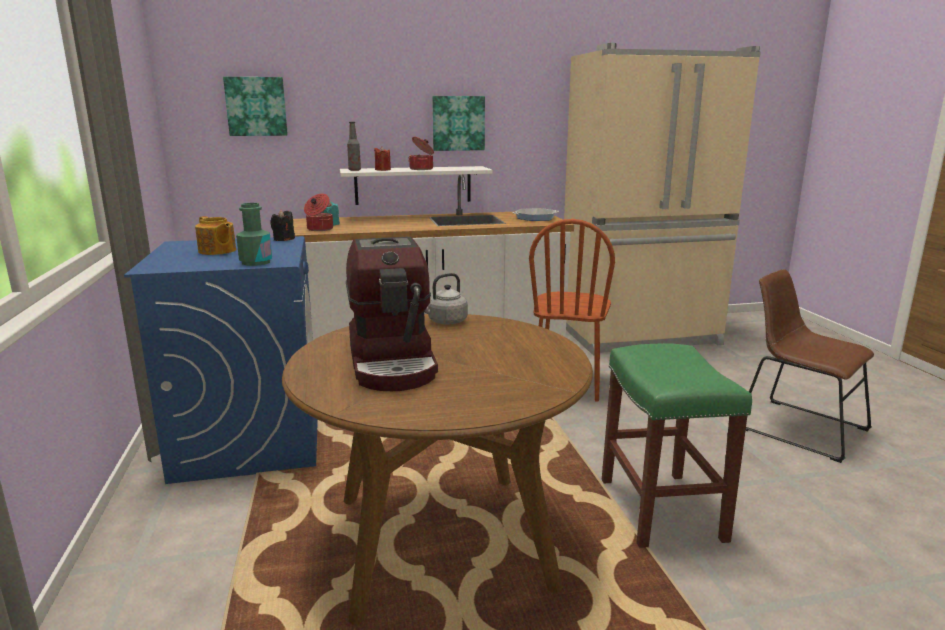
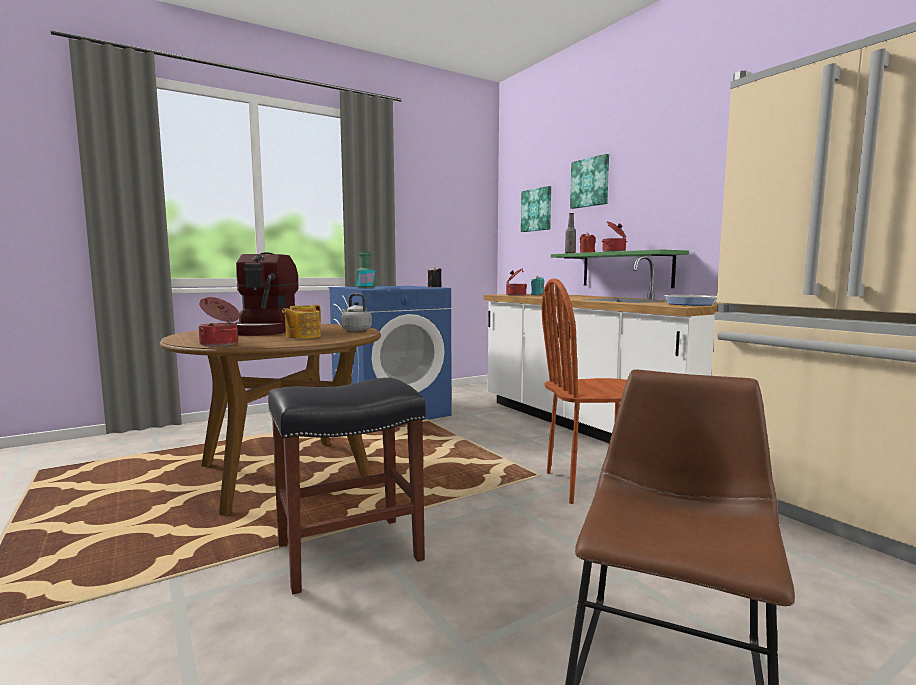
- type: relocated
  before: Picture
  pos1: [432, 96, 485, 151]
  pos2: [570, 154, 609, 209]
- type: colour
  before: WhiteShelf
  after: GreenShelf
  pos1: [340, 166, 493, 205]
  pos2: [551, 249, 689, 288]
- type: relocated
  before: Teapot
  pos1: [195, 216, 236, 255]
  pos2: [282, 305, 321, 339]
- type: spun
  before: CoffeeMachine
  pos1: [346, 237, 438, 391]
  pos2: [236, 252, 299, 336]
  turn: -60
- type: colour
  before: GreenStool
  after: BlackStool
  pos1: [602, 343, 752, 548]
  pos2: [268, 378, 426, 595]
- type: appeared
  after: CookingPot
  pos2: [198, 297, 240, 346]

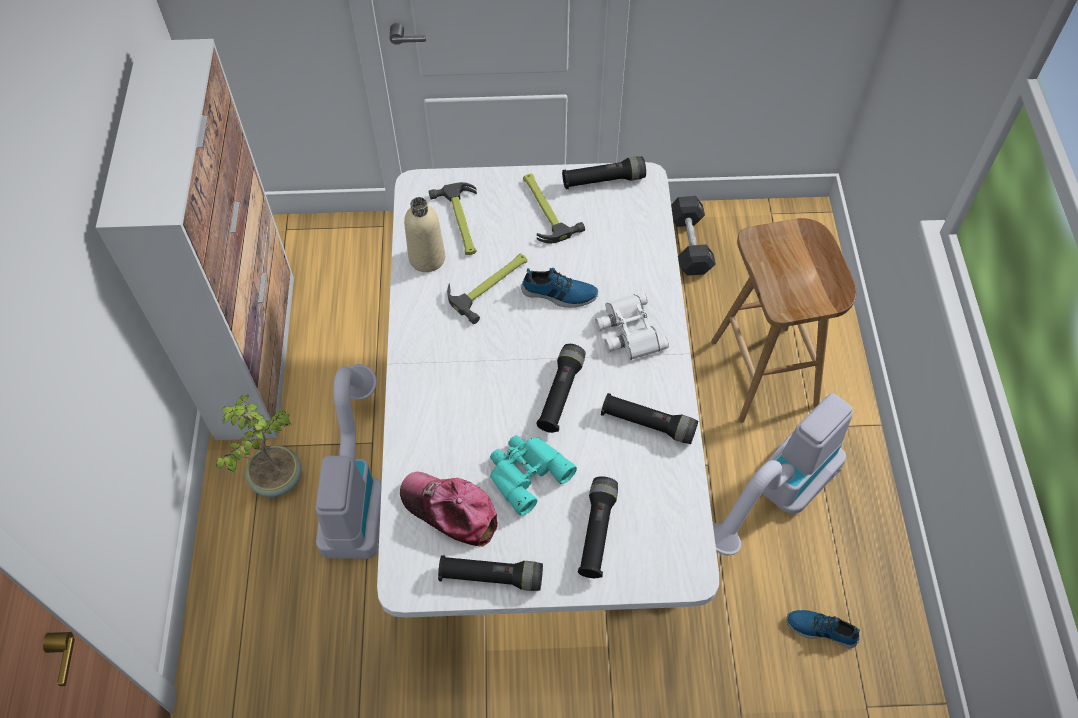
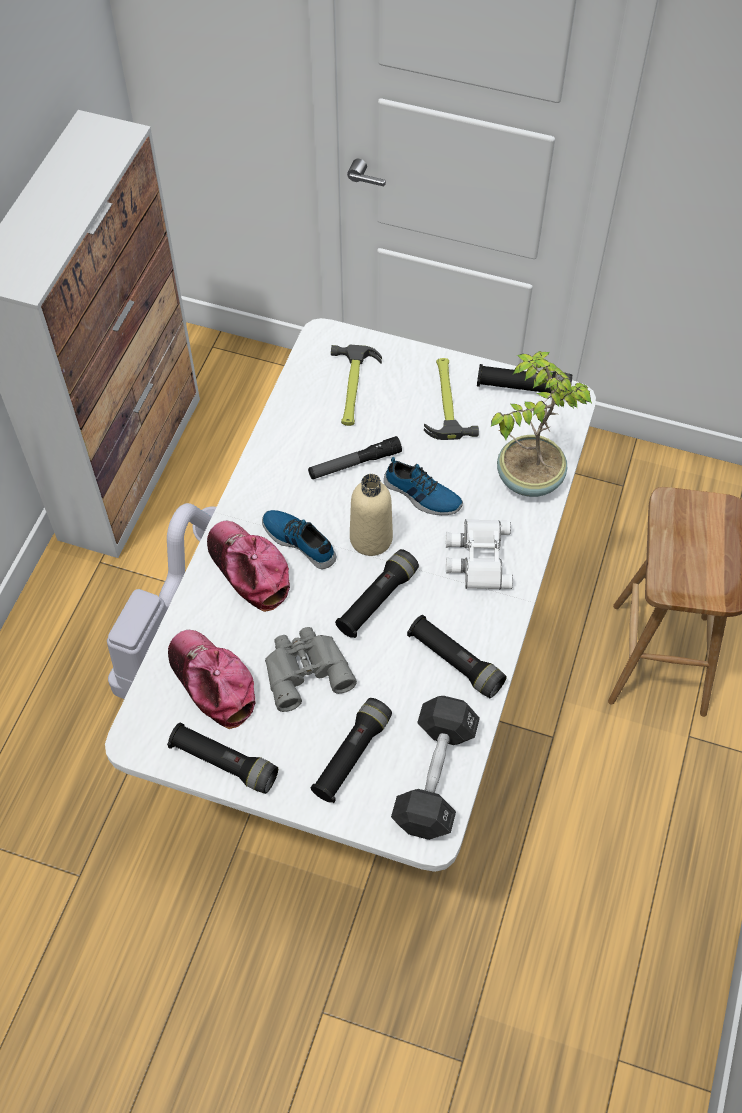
- type: relocated
  before: BlackDumbbell
  pos1: [671, 196, 716, 276]
  pos2: [391, 696, 480, 840]
- type: relocated
  before: BeigeBottle
  pos1: [404, 197, 445, 272]
  pos2: [350, 474, 393, 556]
- type: exchanged
  before: Hammer
  after: Flashlight
  pos1: [447, 254, 527, 324]
  pos2: [308, 436, 402, 479]
- type: missing
  before: VacuumCleaner
  pos1: [713, 393, 853, 555]
- type: relocated
  before: PottedPlant
  pos1: [216, 394, 301, 497]
  pos2: [491, 351, 592, 497]
- type: colour
  before: TurquoiseBinoculars
  after: GreyBinoculars
  pos1: [490, 435, 577, 516]
  pos2: [265, 627, 357, 712]
- type: relocated
  before: Shoe
  pos1: [786, 610, 860, 649]
  pos2: [262, 510, 336, 569]
- type: appeared
  after: Cap
  pos2: [207, 521, 290, 612]

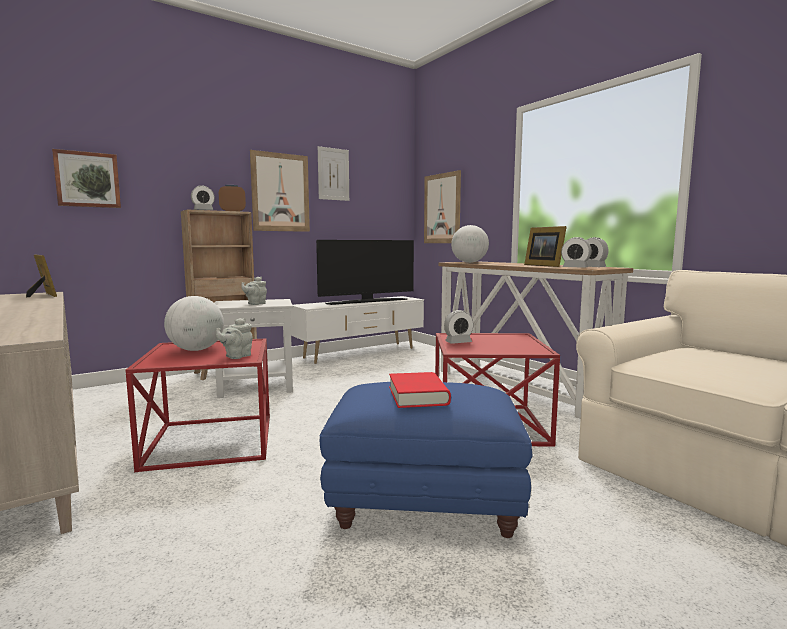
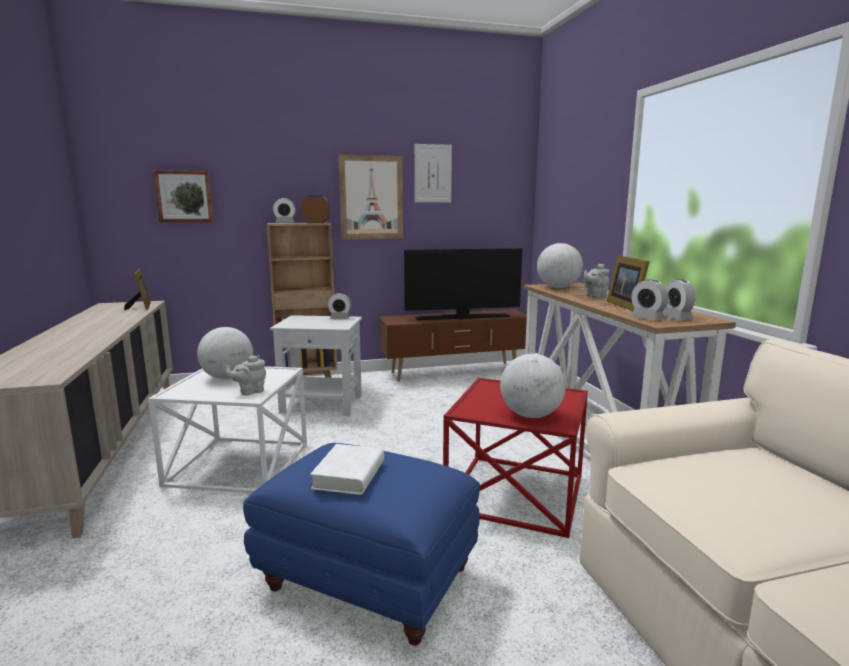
- type: missing
  before: Picture
  pos1: [424, 170, 461, 243]
- type: relocated
  before: GreyTeapot
  pos1: [242, 277, 267, 305]
  pos2: [584, 264, 609, 298]
- type: colour
  before: WhiteTvStand
  after: BrownTvStand
  pos1: [290, 296, 424, 364]
  pos2: [379, 309, 527, 381]
- type: relocated
  before: AlarmClock
  pos1: [444, 310, 474, 344]
  pos2: [328, 293, 351, 319]
- type: colour
  before: RedSideTable
  after: WhiteSideTable
  pos1: [126, 338, 270, 472]
  pos2: [148, 366, 307, 493]
- type: colour
  before: RedBook
  after: WhiteBook
  pos1: [389, 372, 451, 408]
  pos2: [310, 444, 384, 495]
- type: appeared
  after: Globe
  pos2: [500, 354, 566, 418]

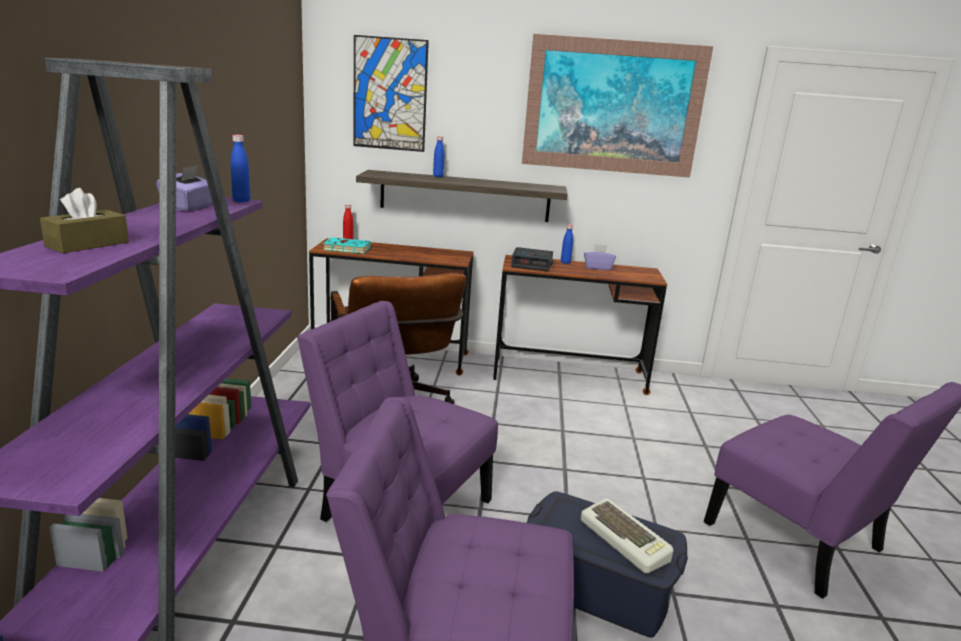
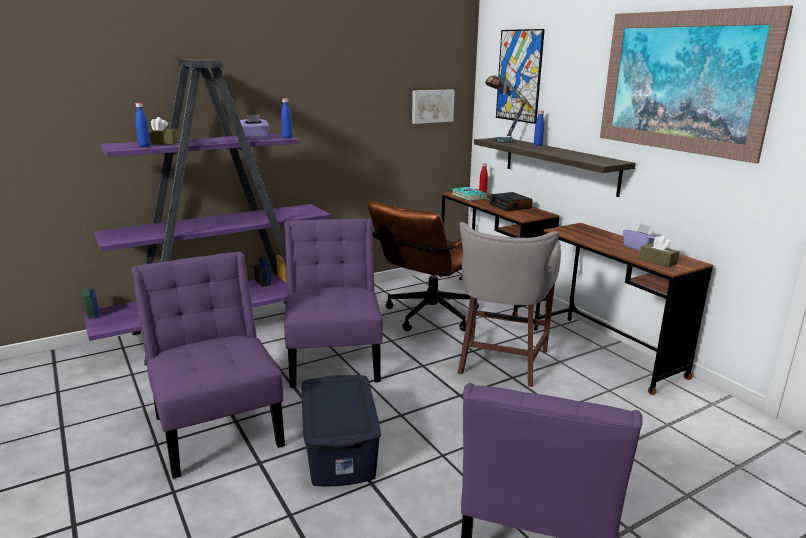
- type: relocated
  before: BlueBottle
  pos1: [561, 224, 573, 264]
  pos2: [135, 103, 150, 147]
- type: relocated
  before: AlarmClock
  pos1: [511, 247, 553, 272]
  pos2: [489, 192, 532, 211]
- type: missing
  before: Keyboard
  pos1: [581, 498, 674, 574]
- type: appeared
  after: TableLamp
  pos2: [485, 73, 527, 143]
- type: appeared
  after: Picture
  pos2: [412, 89, 455, 124]
- type: appeared
  after: GreyStool
  pos2: [457, 222, 561, 387]
- type: appeared
  after: BrownTissueBox
  pos2: [639, 235, 680, 268]

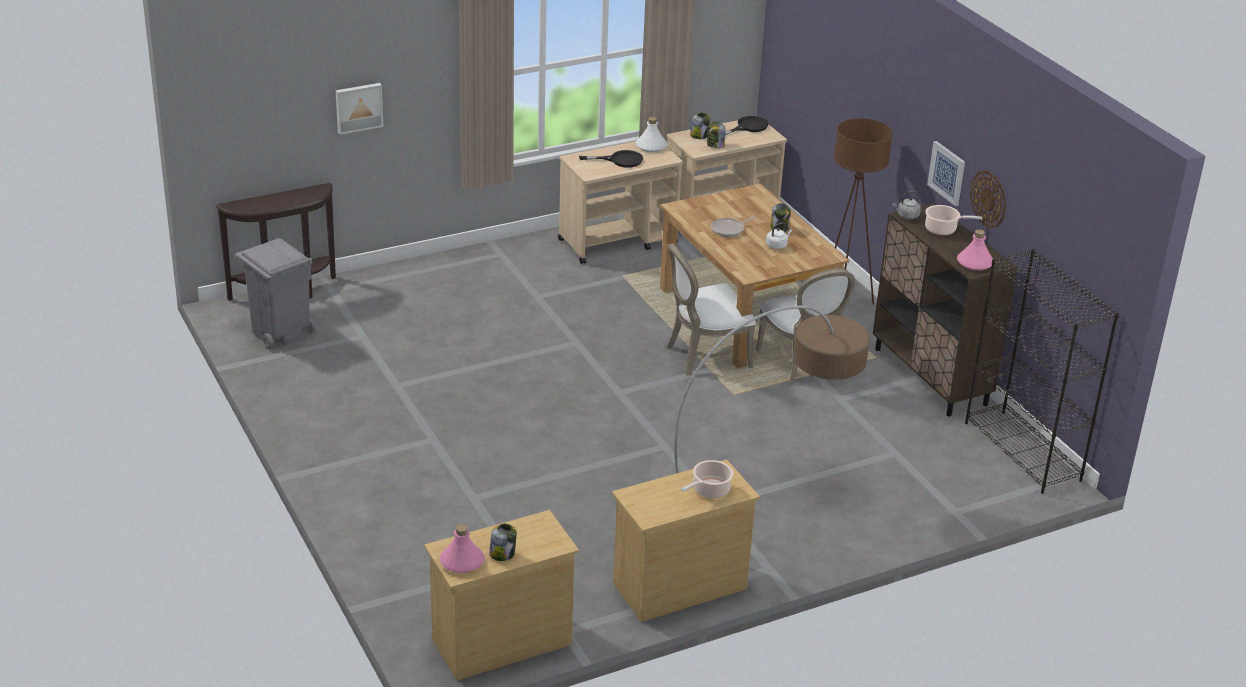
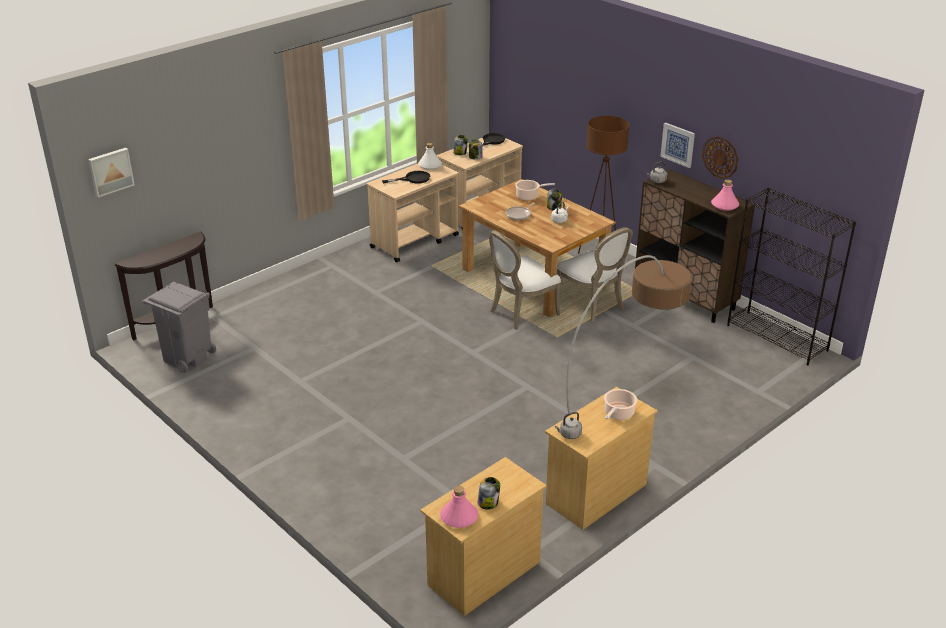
- type: relocated
  before: Picture
  pos1: [336, 83, 383, 135]
  pos2: [88, 148, 135, 197]
- type: relocated
  before: CookingPot
  pos1: [925, 205, 982, 235]
  pos2: [515, 180, 555, 201]
- type: appeared
  after: GreyKettle
  pos2: [555, 412, 582, 439]

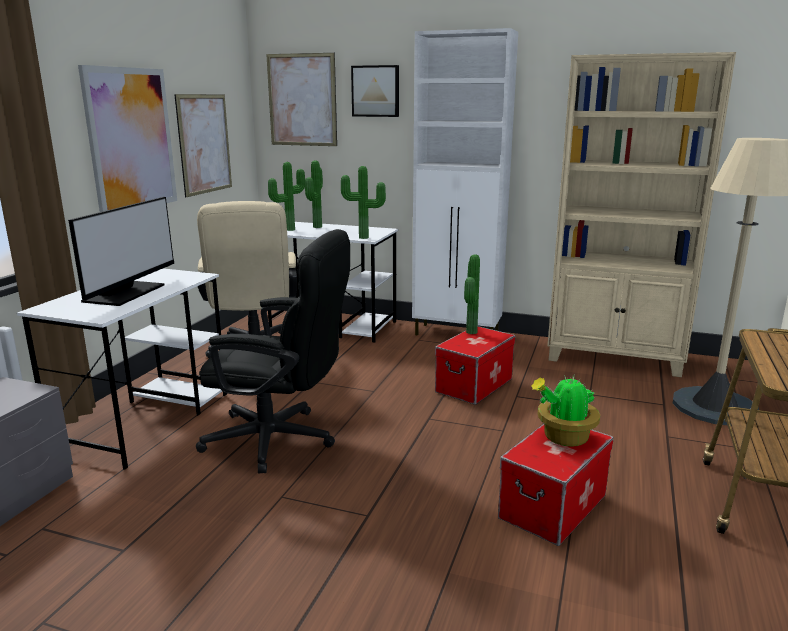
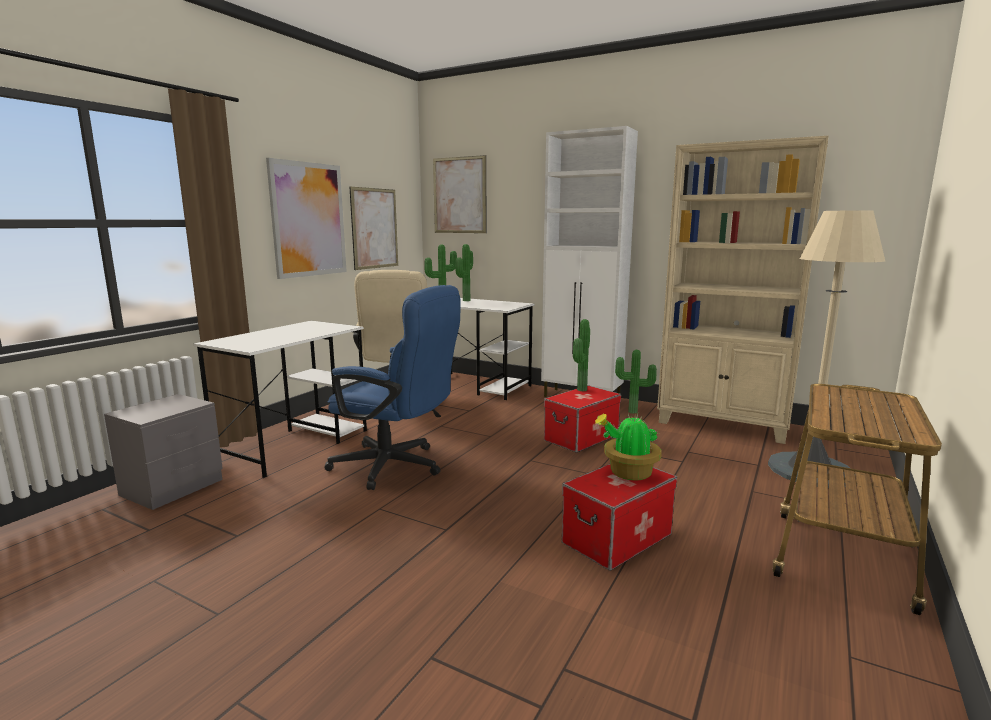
- type: missing
  before: Picture
  pos1: [351, 65, 399, 117]
- type: relocated
  before: PottedPlant
  pos1: [341, 166, 386, 239]
  pos2: [615, 350, 657, 414]
- type: missing
  before: Monitor
  pos1: [68, 197, 174, 306]
- type: colour
  before: BlackOfficeChair
  after: BlueOfficeChair
  pos1: [196, 229, 350, 473]
  pos2: [325, 285, 460, 490]

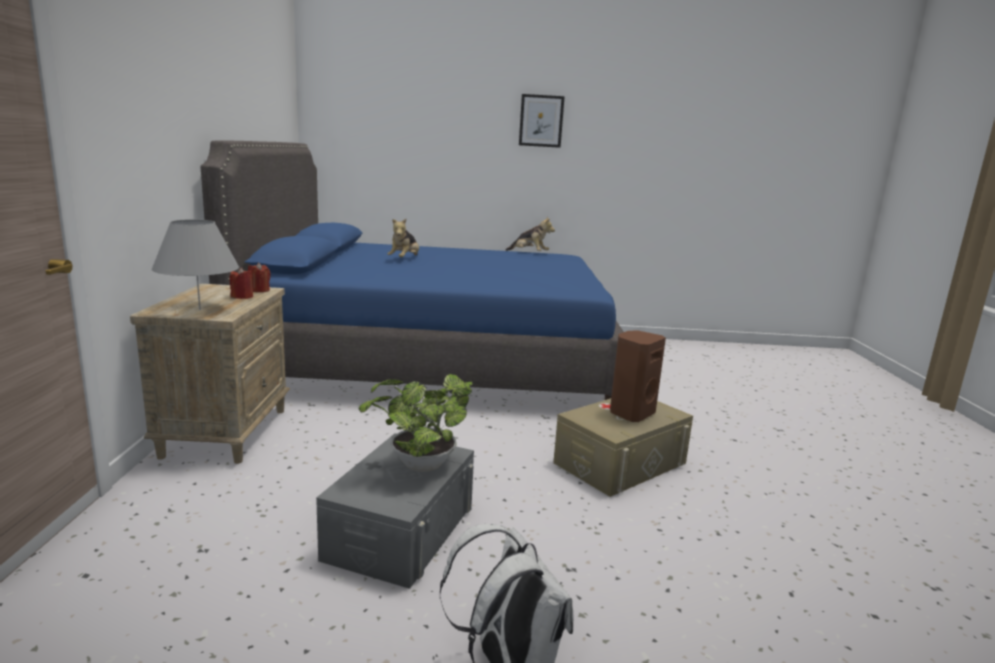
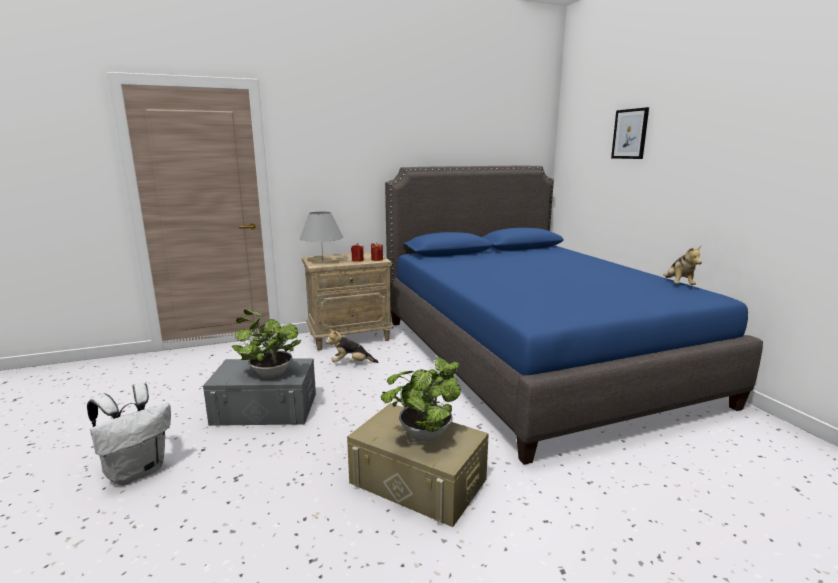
- type: relocated
  before: Picture
  pos1: [519, 94, 565, 148]
  pos2: [611, 107, 649, 159]
- type: relocated
  before: PlushToy
  pos1: [387, 219, 419, 257]
  pos2: [326, 329, 378, 363]
- type: exchanged
  before: BrownSpeaker
  after: PottedPlant
  pos1: [610, 331, 666, 422]
  pos2: [381, 357, 461, 442]

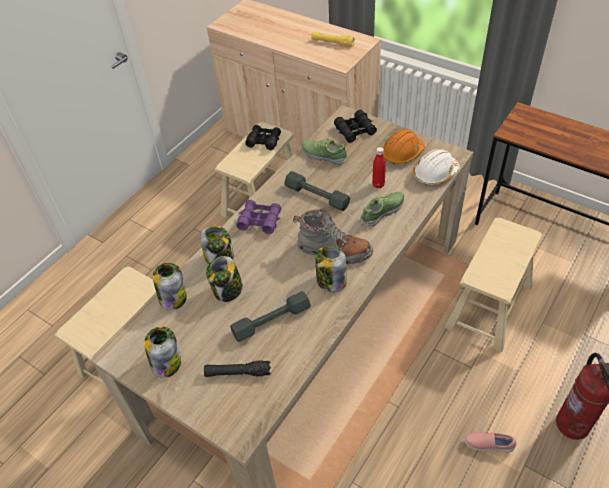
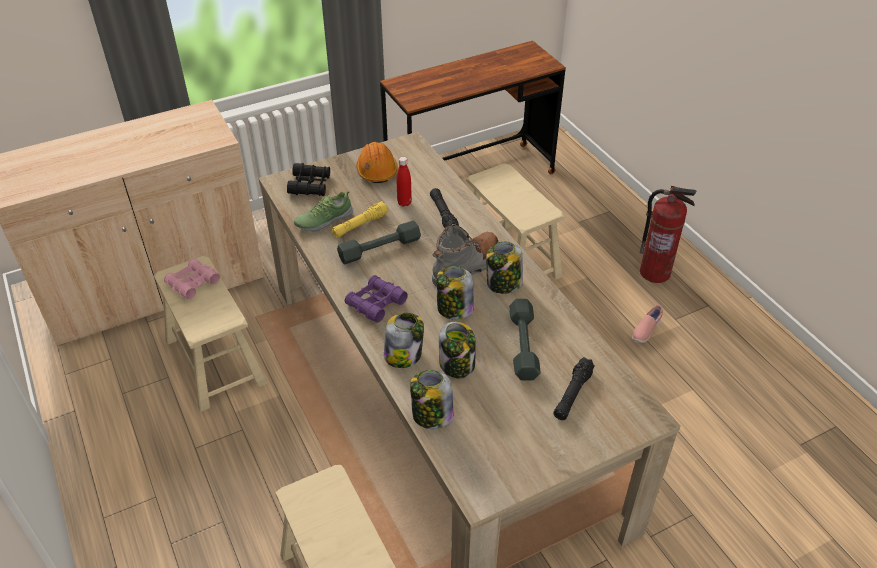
- type: relocated
  before: YellowFlashlight
  pos1: [311, 32, 355, 47]
  pos2: [332, 201, 389, 238]
- type: colour
  before: BlackBinoculars
  after: PinkBinoculars
  pos1: [245, 125, 281, 150]
  pos2: [164, 259, 220, 299]
- type: missing
  before: WhiteHardHat
  pos1: [413, 149, 460, 185]
- type: exchanged
  before: Shoe
  after: BlackFlashlight
  pos1: [360, 192, 404, 227]
  pos2: [430, 188, 459, 228]
- type: relocated
  before: Jar
  pos1: [144, 326, 181, 378]
  pos2: [436, 266, 474, 320]

